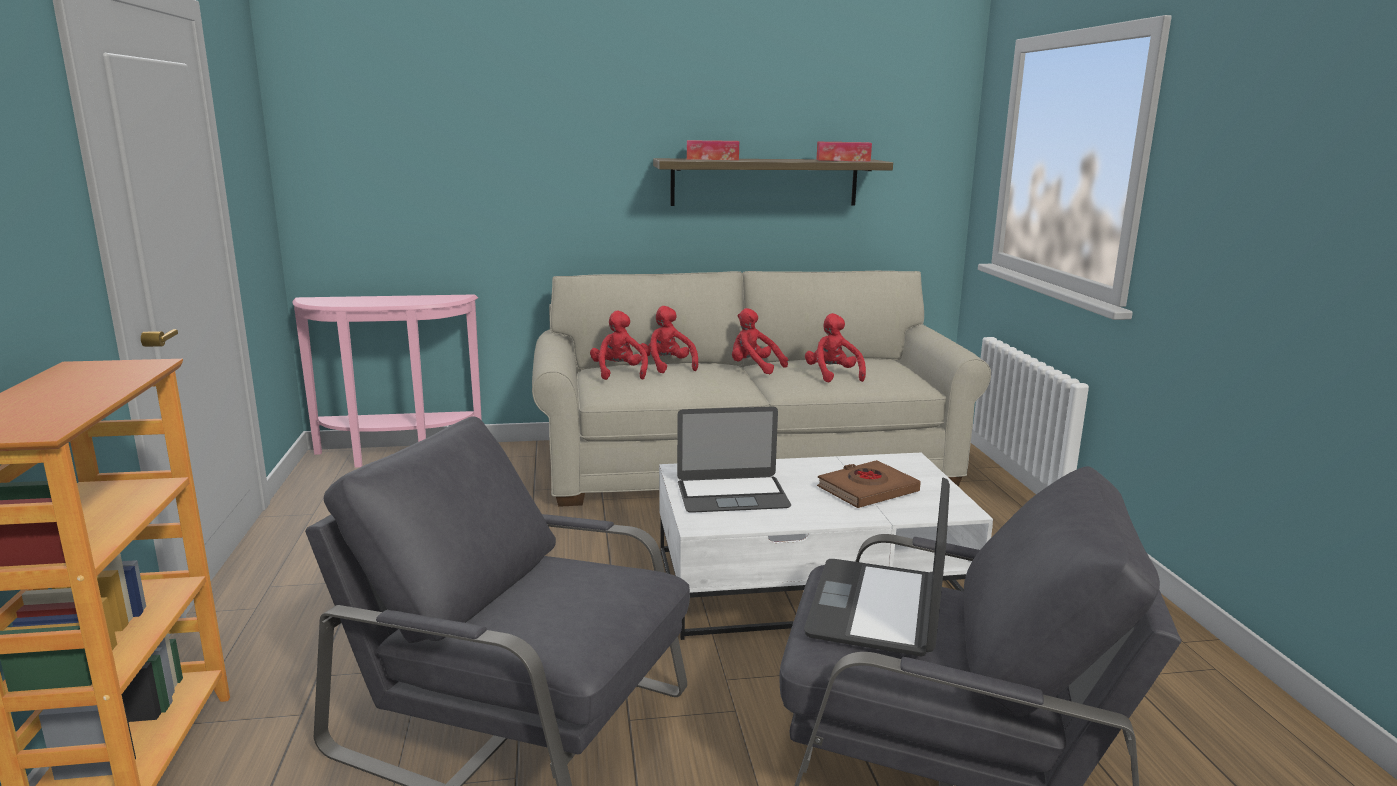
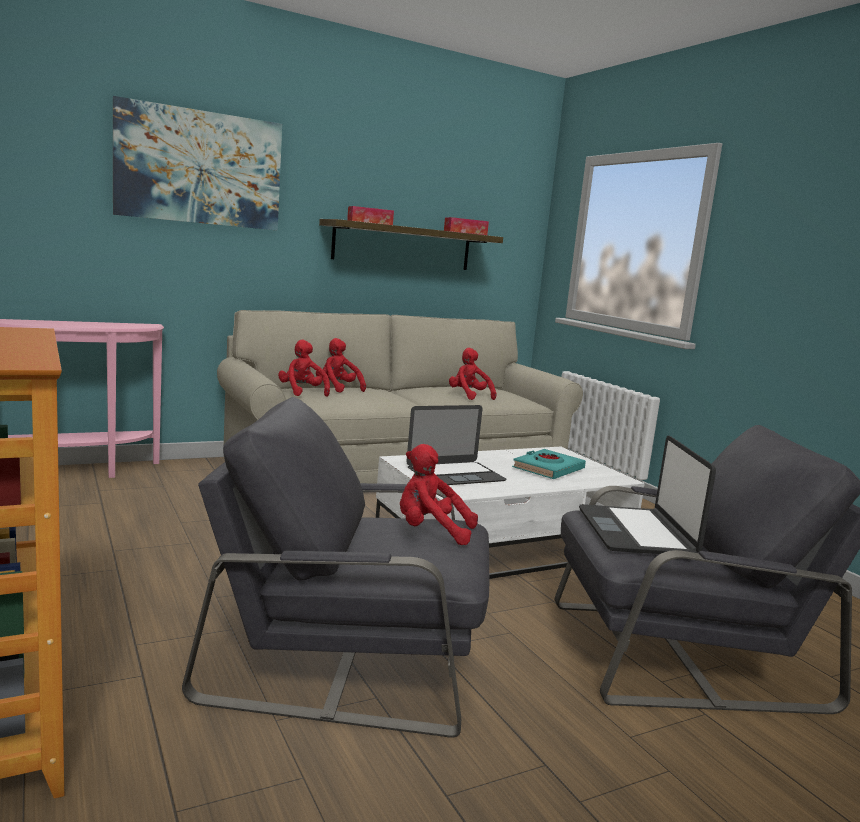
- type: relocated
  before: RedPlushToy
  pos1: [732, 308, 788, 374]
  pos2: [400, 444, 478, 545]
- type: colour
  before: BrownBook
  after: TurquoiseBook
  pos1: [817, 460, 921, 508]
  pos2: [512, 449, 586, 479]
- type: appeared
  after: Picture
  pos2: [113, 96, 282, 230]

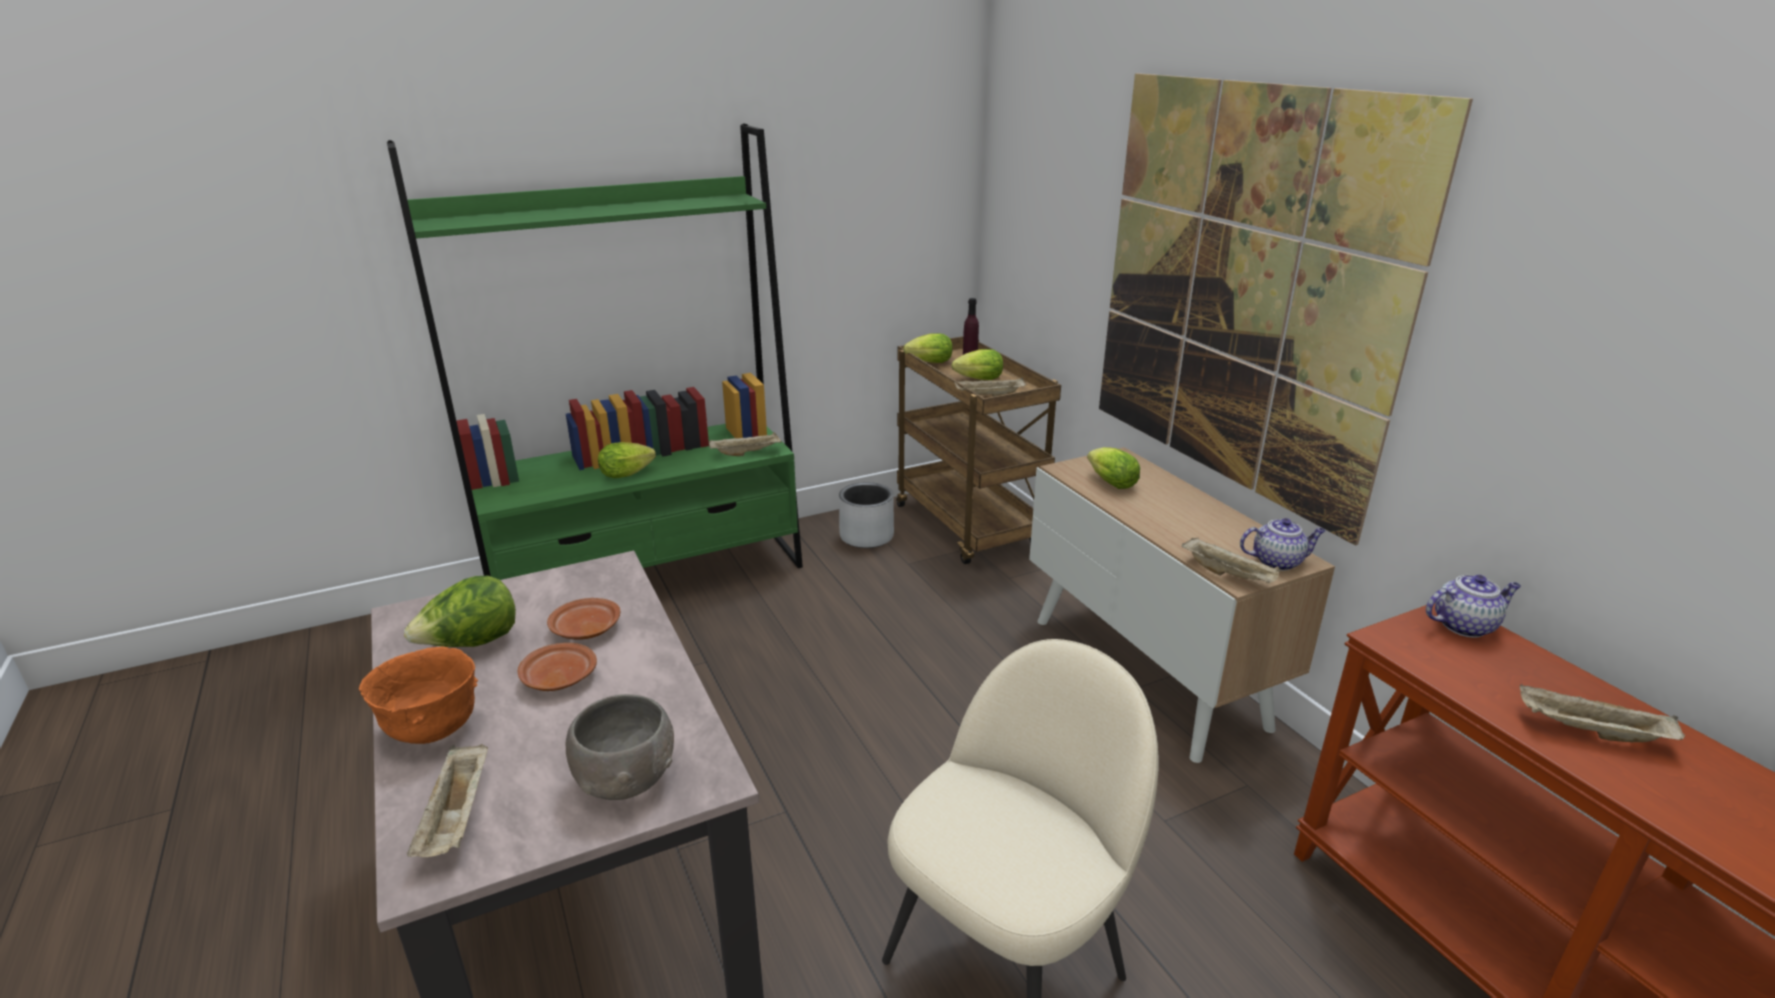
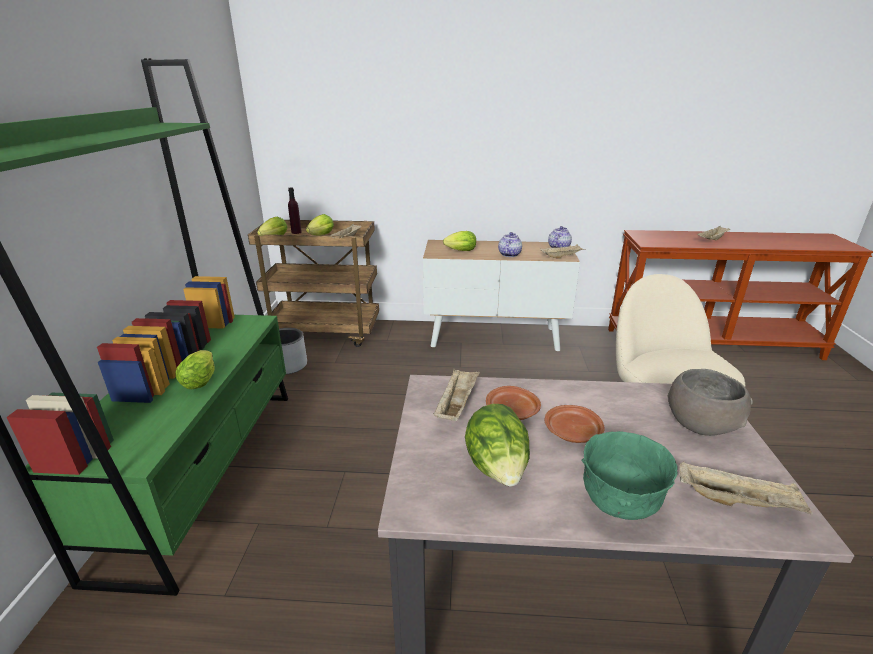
- type: missing
  before: Picture
  pos1: [1099, 73, 1473, 546]
- type: relocated
  before: BeigeTray
  pos1: [709, 432, 782, 456]
  pos2: [433, 369, 480, 421]
- type: relocated
  before: Teapot
  pos1: [1426, 575, 1521, 638]
  pos2: [498, 232, 522, 257]
- type: colour
  before: OrangeBowl
  after: GreenBowl
  pos1: [359, 647, 478, 744]
  pos2: [582, 431, 678, 520]

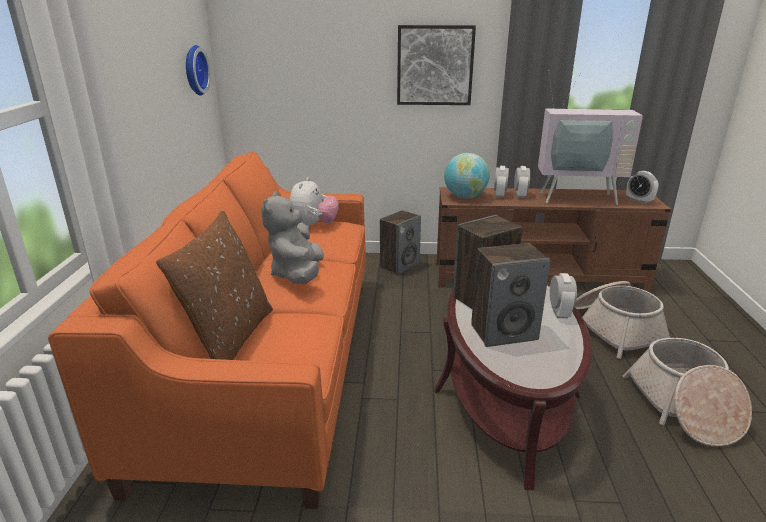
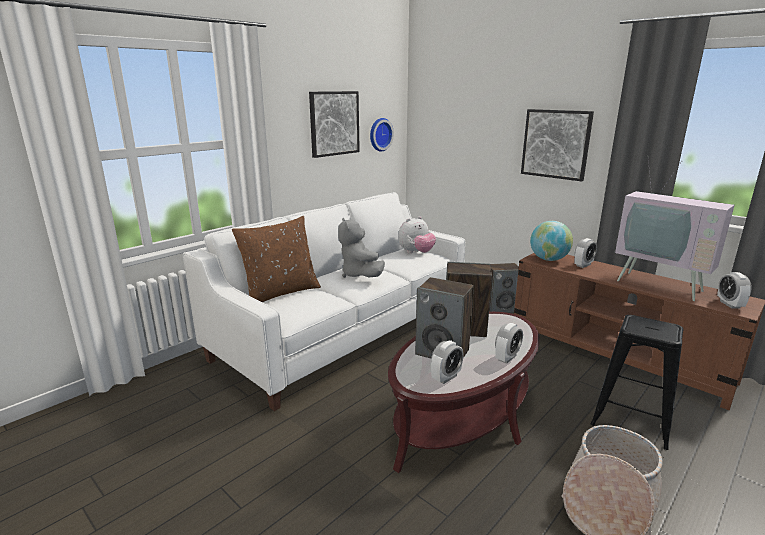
- type: colour
  before: OrangeSofa
  after: WhiteSofa
  pos1: [48, 151, 366, 509]
  pos2: [183, 192, 465, 411]
- type: relocated
  before: AlarmClock
  pos1: [514, 166, 530, 198]
  pos2: [431, 341, 464, 384]
- type: spun
  before: GreyPlushToy
  pos1: [261, 191, 324, 284]
  pos2: [338, 218, 385, 278]
  turn: -60
- type: exchanged
  before: Basket
  after: BlackStool
  pos1: [575, 281, 670, 359]
  pos2: [591, 315, 683, 450]
- type: appeared
  after: Picture
  pos2: [309, 91, 360, 158]

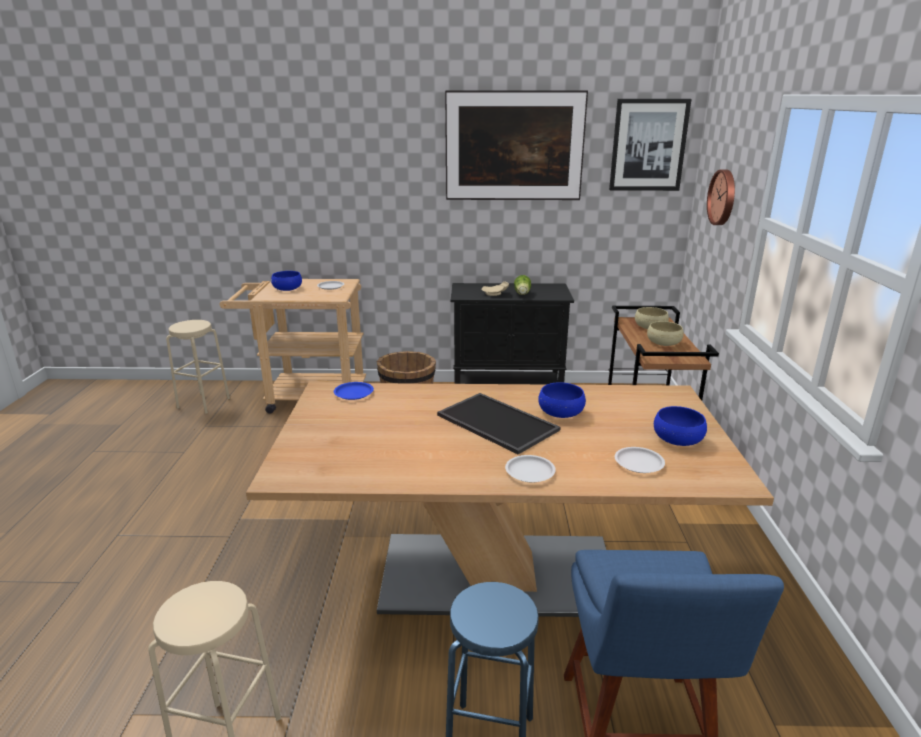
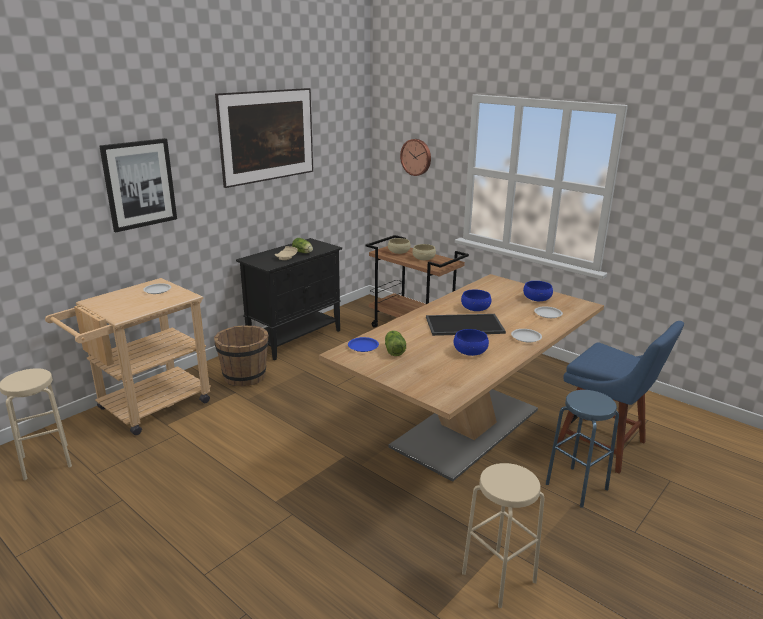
- type: relocated
  before: Picture
  pos1: [609, 99, 692, 191]
  pos2: [99, 138, 177, 232]
- type: relocated
  before: BlueBowl
  pos1: [271, 271, 302, 291]
  pos2: [454, 329, 489, 356]
- type: appeared
  after: Lettuce
  pos2: [385, 330, 406, 356]

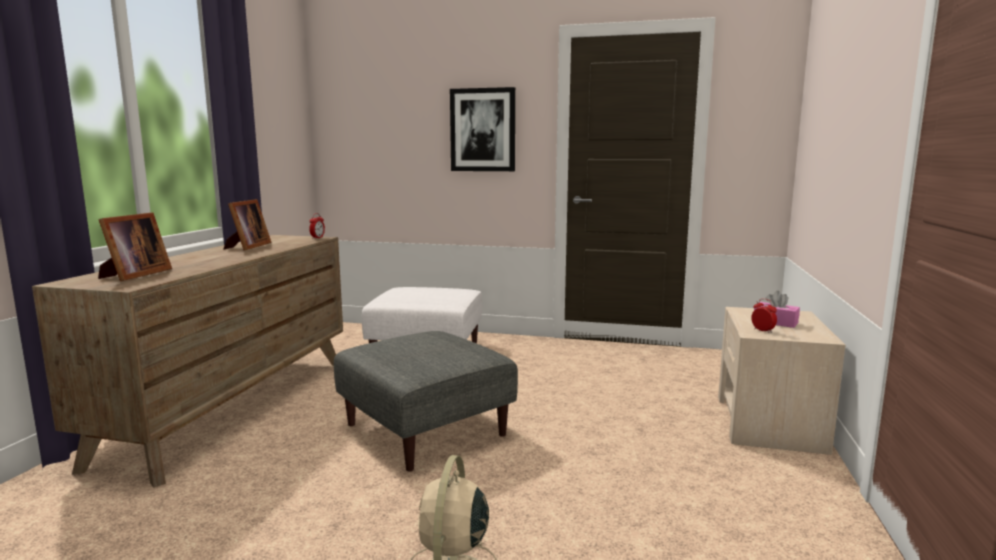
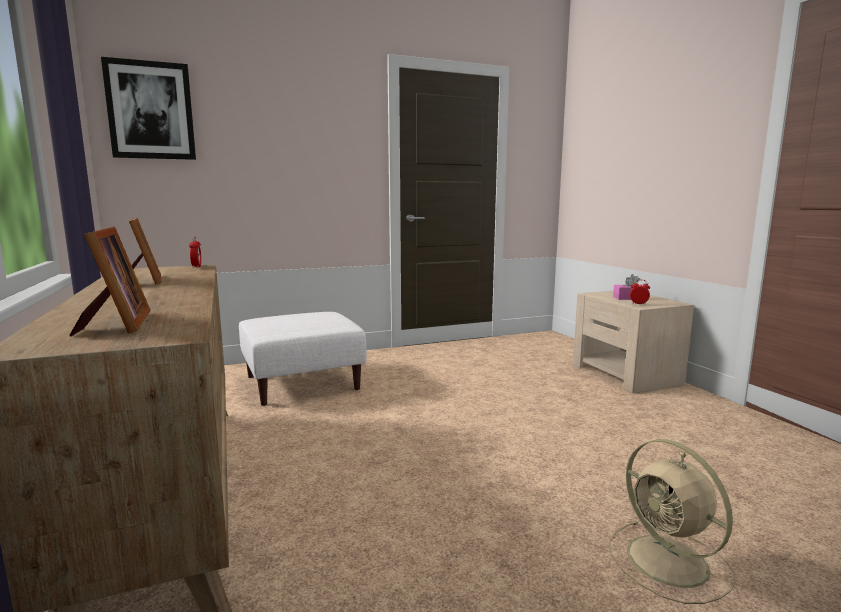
- type: relocated
  before: Picture
  pos1: [450, 87, 515, 171]
  pos2: [101, 57, 196, 160]
- type: missing
  before: GreyOttoman
  pos1: [334, 331, 518, 472]

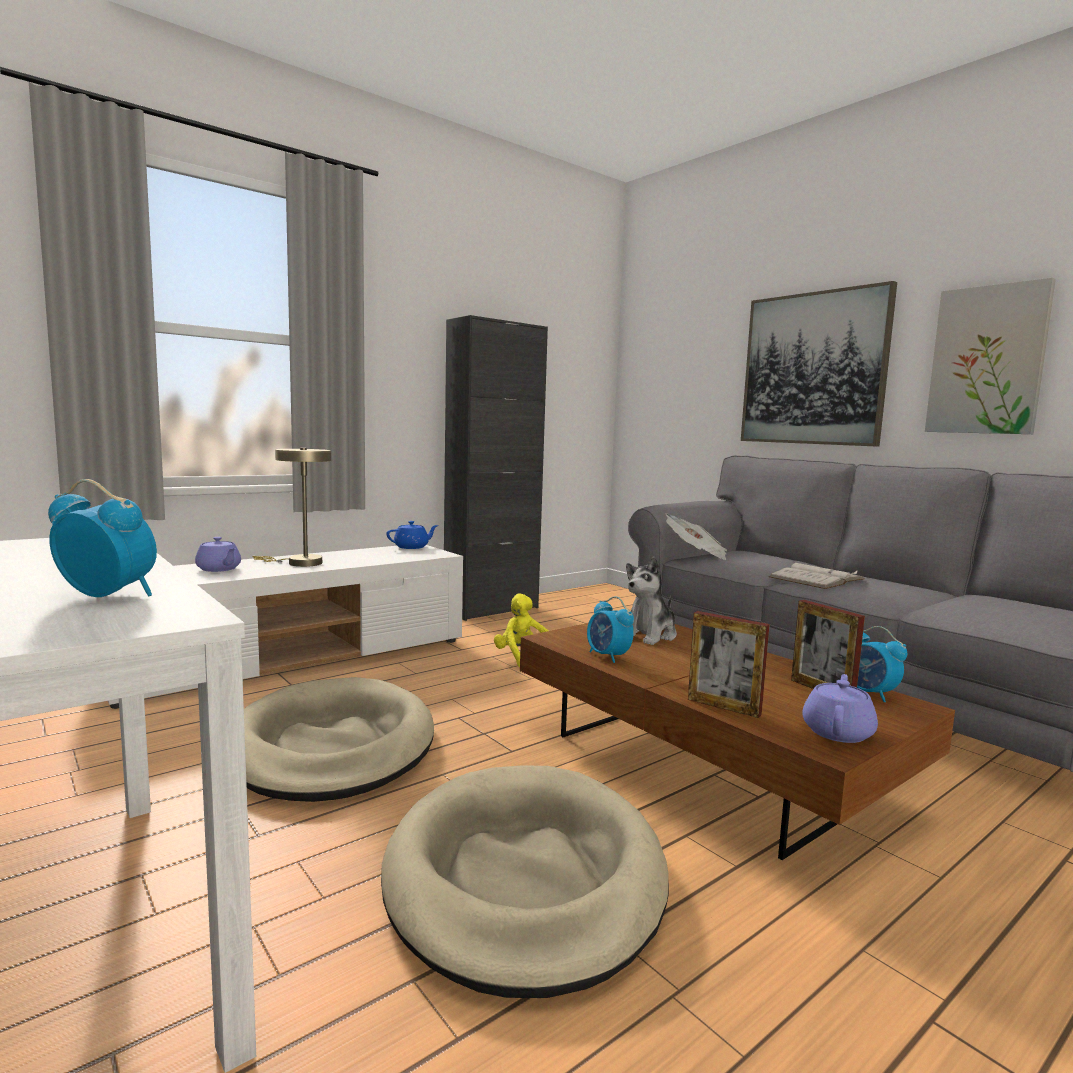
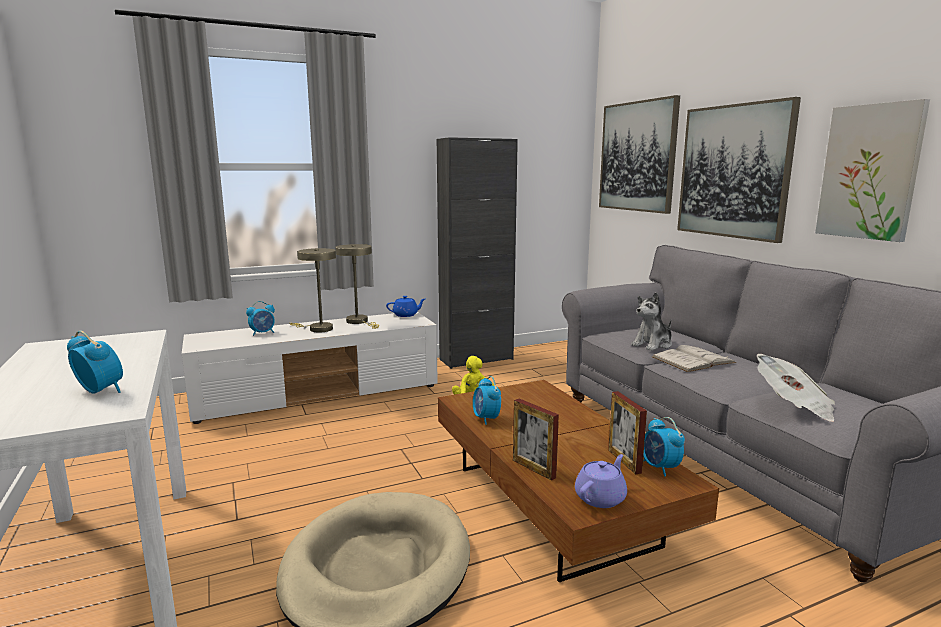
- type: relocated
  before: Newspaper
  pos1: [665, 513, 727, 560]
  pos2: [757, 354, 835, 422]
- type: exchanged
  before: PurpleTeapot
  after: AlarmClock
  pos1: [195, 537, 241, 572]
  pos2: [246, 301, 275, 336]
- type: relocated
  before: PlushToy
  pos1: [626, 557, 677, 645]
  pos2: [631, 292, 672, 351]
- type: missing
  before: BeigeDogBed
  pos1: [244, 677, 434, 802]
- type: appeared
  after: Picture
  pos2: [599, 95, 680, 214]
- type: appeared
  after: BeigeTableLamp
  pos2: [335, 244, 379, 329]

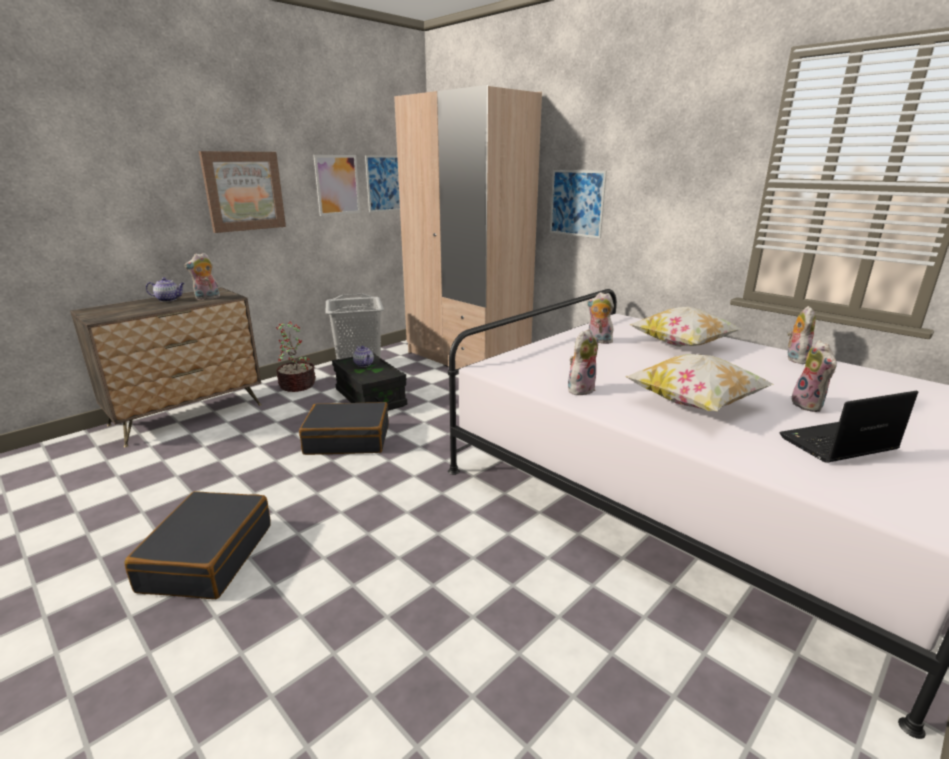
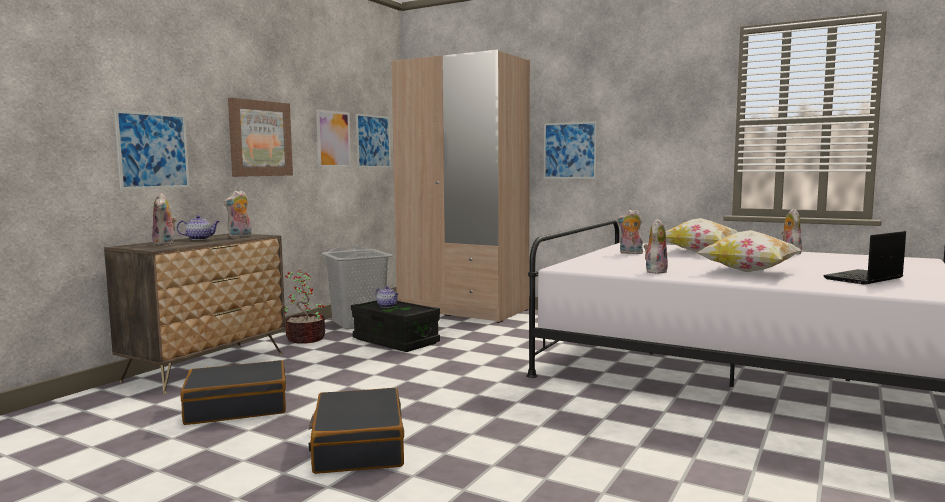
- type: relocated
  before: PlushToy
  pos1: [791, 340, 837, 412]
  pos2: [152, 193, 176, 246]
- type: relocated
  before: BlackSuitcase
  pos1: [299, 402, 389, 455]
  pos2: [180, 360, 286, 425]
- type: appeared
  after: Picture
  pos2: [114, 110, 190, 190]

